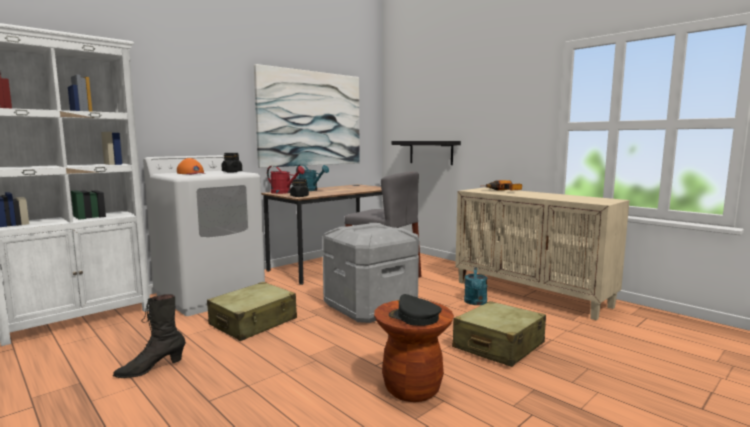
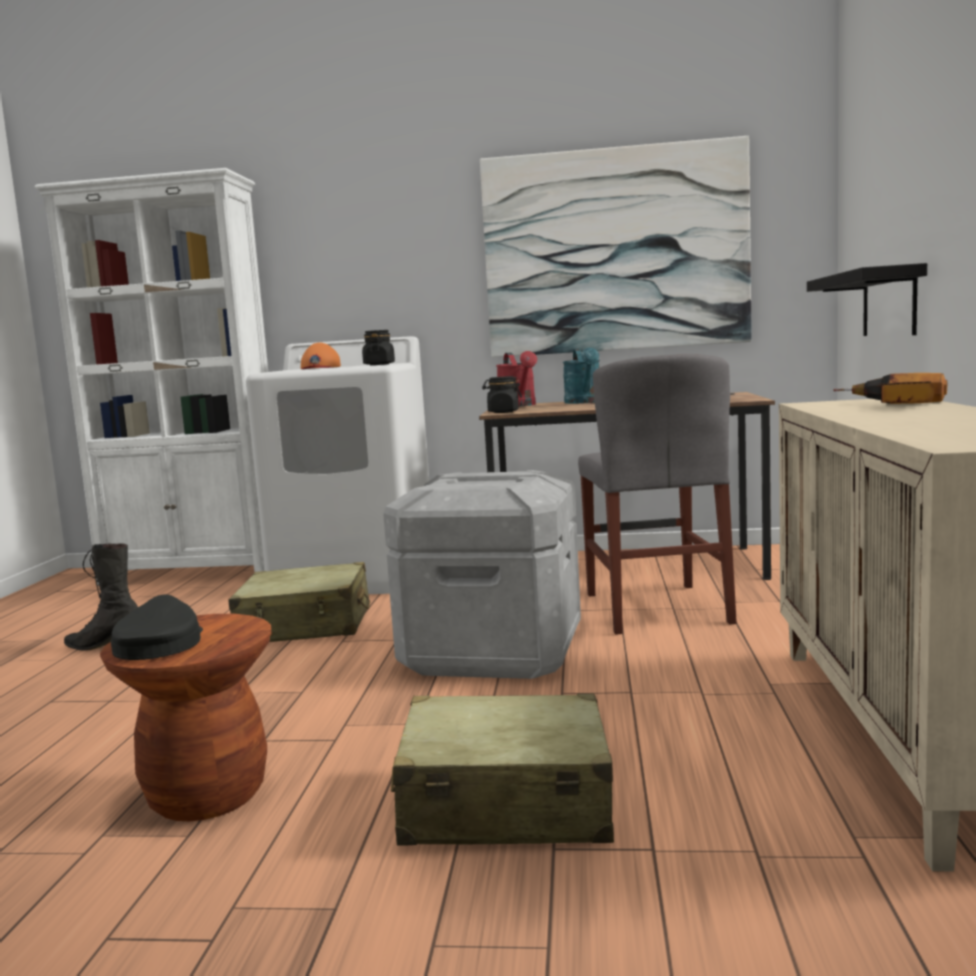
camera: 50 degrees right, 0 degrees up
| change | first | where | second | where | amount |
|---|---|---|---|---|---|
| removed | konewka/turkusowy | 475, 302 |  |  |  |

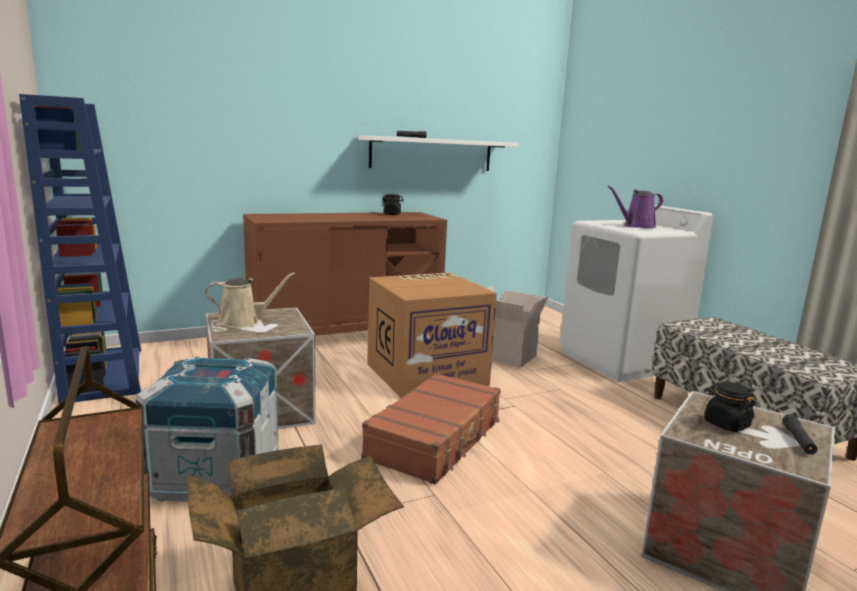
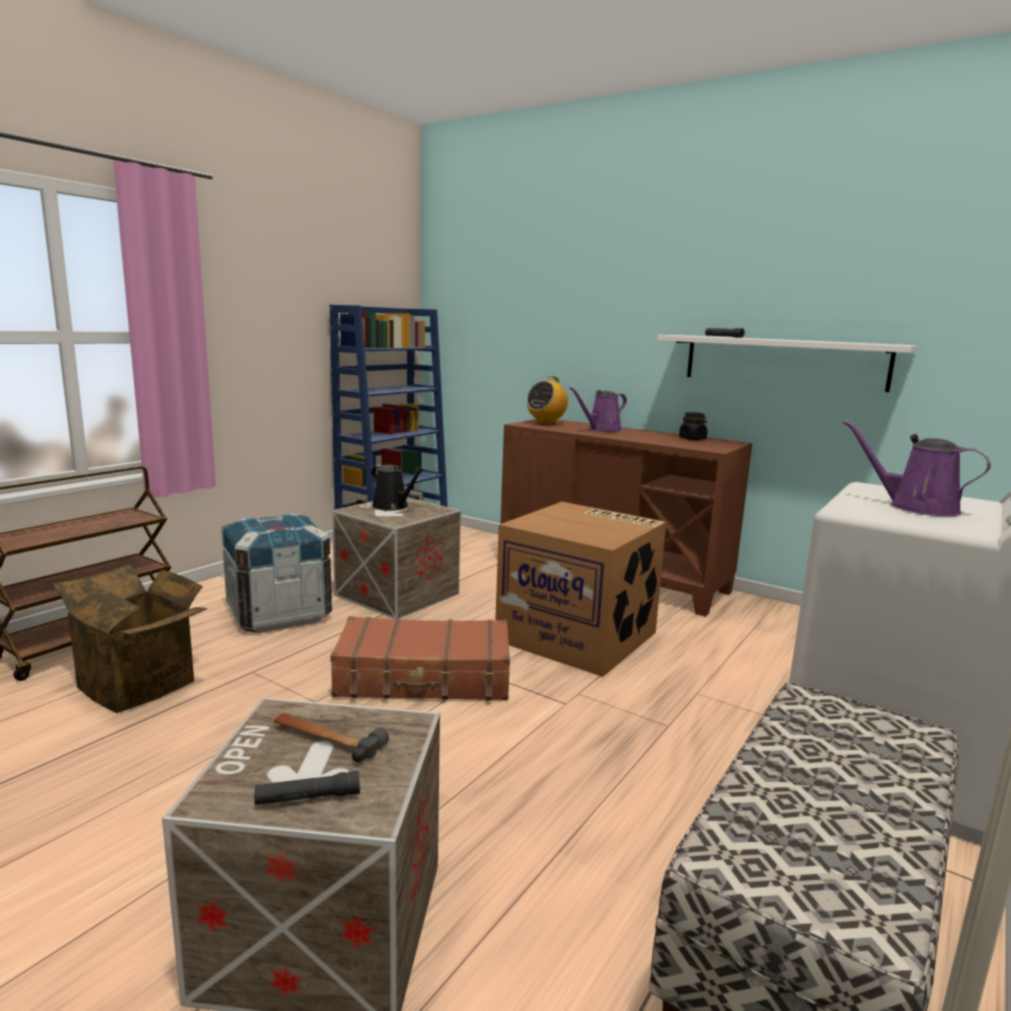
camera: 60 degrees right, 0 degrees up
| change | first | where | second | where | amount |
|---|---|---|---|---|---|
| recoloured | konewka/beżowy | 243, 322 | konewka/czarny | 392, 506 |  |
| removed | karton | 508, 356 |  |  |  |
| replaced | słoik/czarny | 726, 424 | młotek | 327, 739 |  |
| added |  |  | radio | 546, 423 |  |
| added |  |  | konewka/fioletowy | 601, 430 |  |

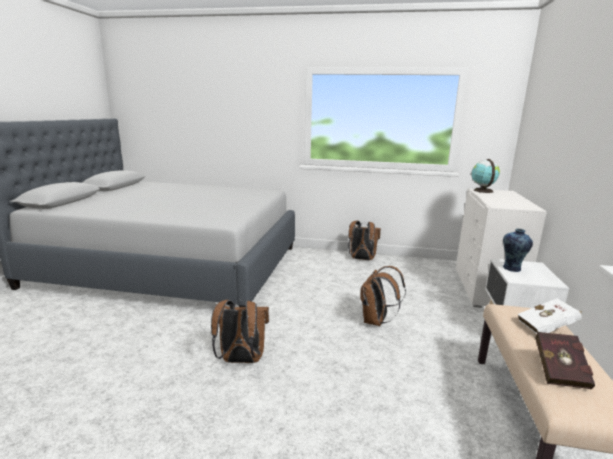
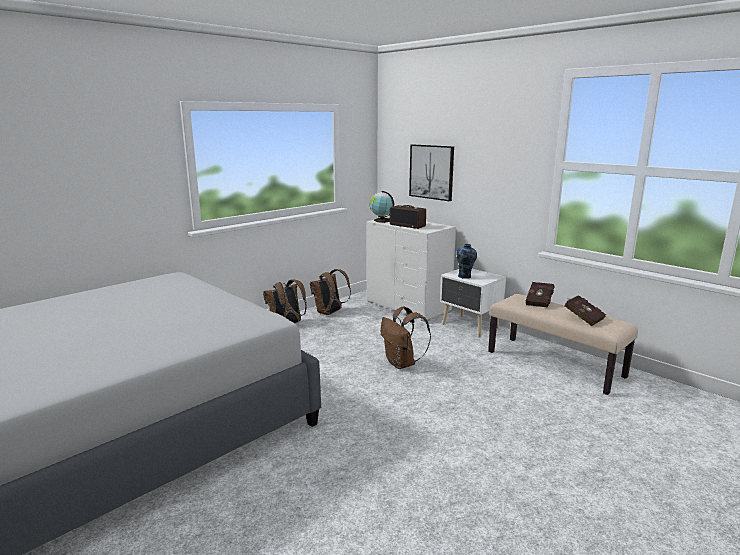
camera: 55 degrees left, 0 degrees up
| change | first | where | second | where | amount |
|---|---|---|---|---|---|
| recoloured | książka/biały | 548, 328 | książka/czerwony | 539, 302 |  |
| moved | plecak/brązowy | 240, 360 |  | 329, 313 |  |
| added |  |  | obraz | 431, 172 |  |
| added |  |  | radio | 408, 225 |  |

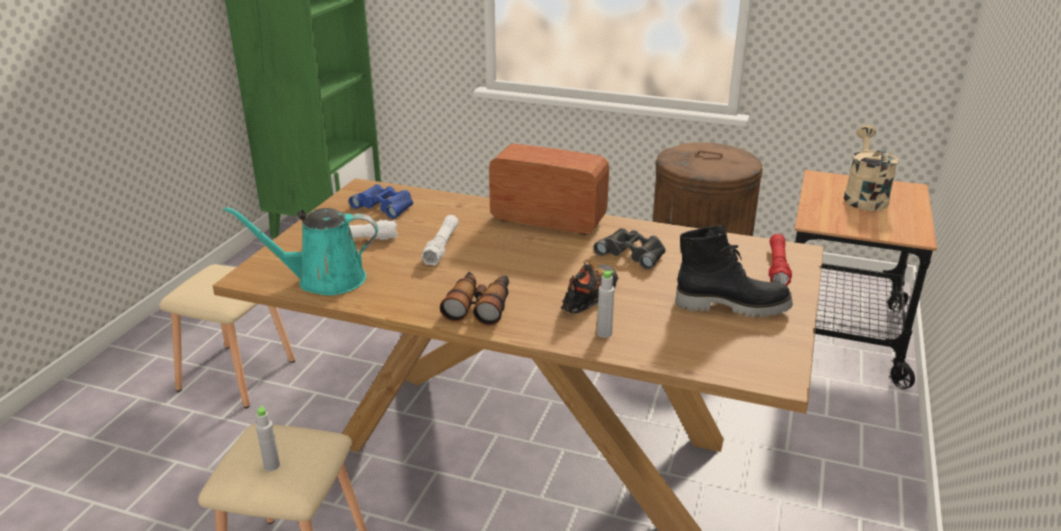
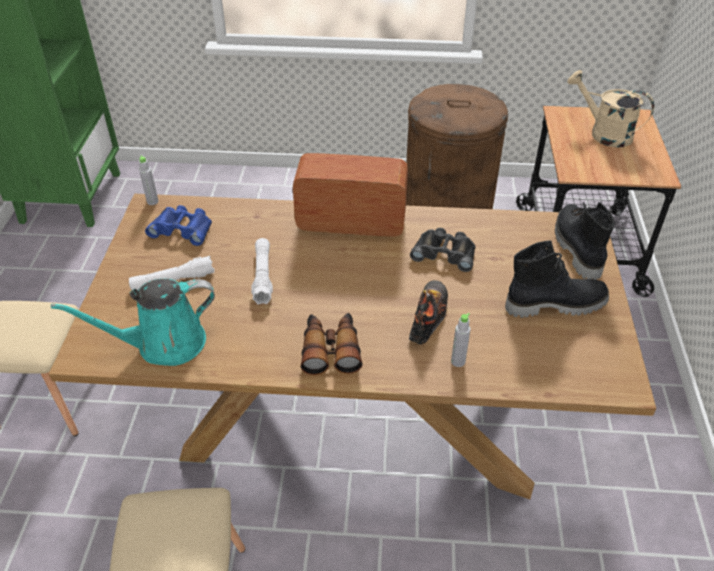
camera: 15 degrees left, 15 degrees up
| change | first | where | second | where | amount |
|---|---|---|---|---|---|
| turned | konewka/beżowy | 863, 197 |  | 603, 133 | 45 degrees counterclockwise |
| replaced | latarka/czerwony | 777, 267 | but z cholewką/czarny | 576, 248 |  |
| moved | butelka/szary | 272, 466 |  | 152, 201 |  |

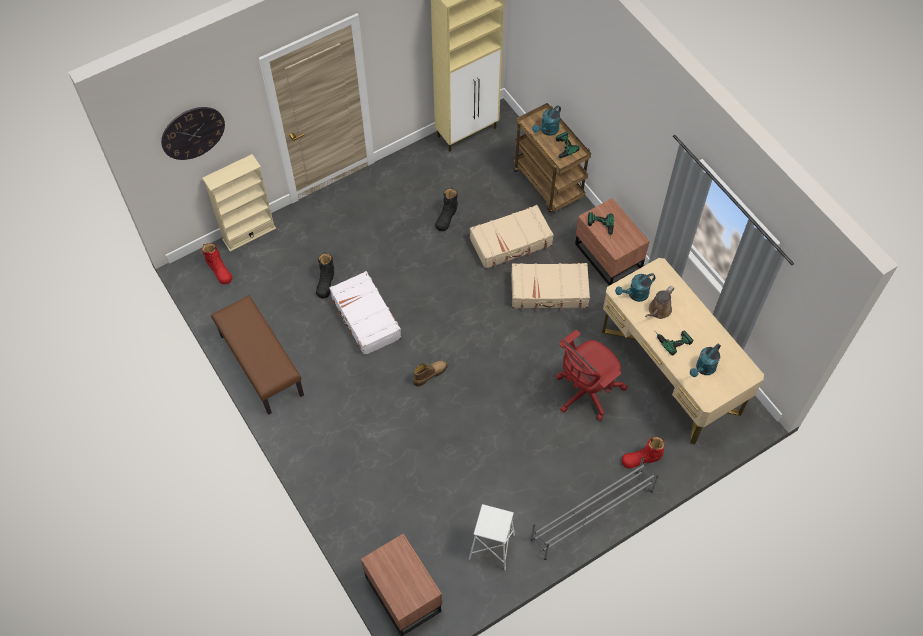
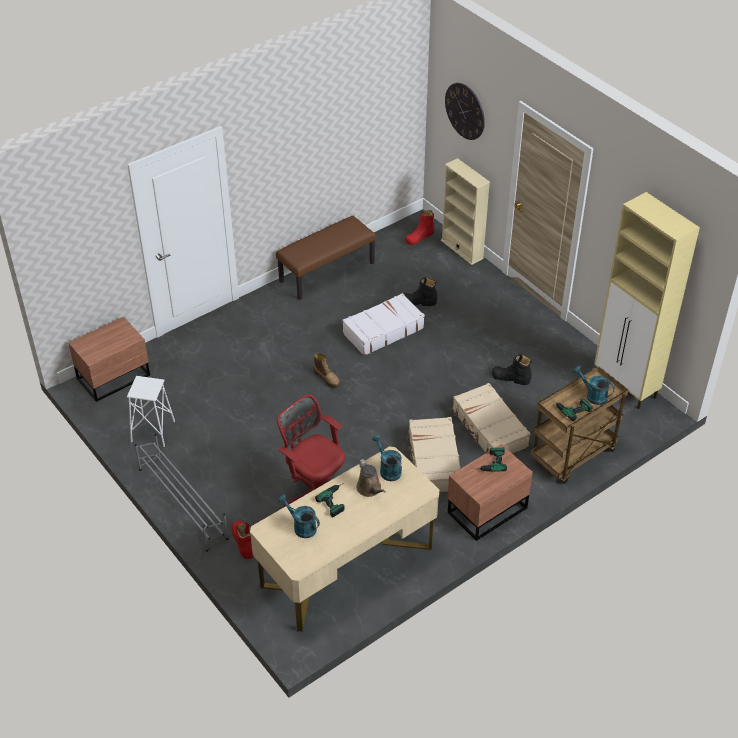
camera: 85 degrees right, 15 degrees down
| change | first | where | second | where | amount |
|---|---|---|---|---|---|
| turned | konewka/brązowy | 658, 311 |  | 370, 489 | 150 degrees counterclockwise |

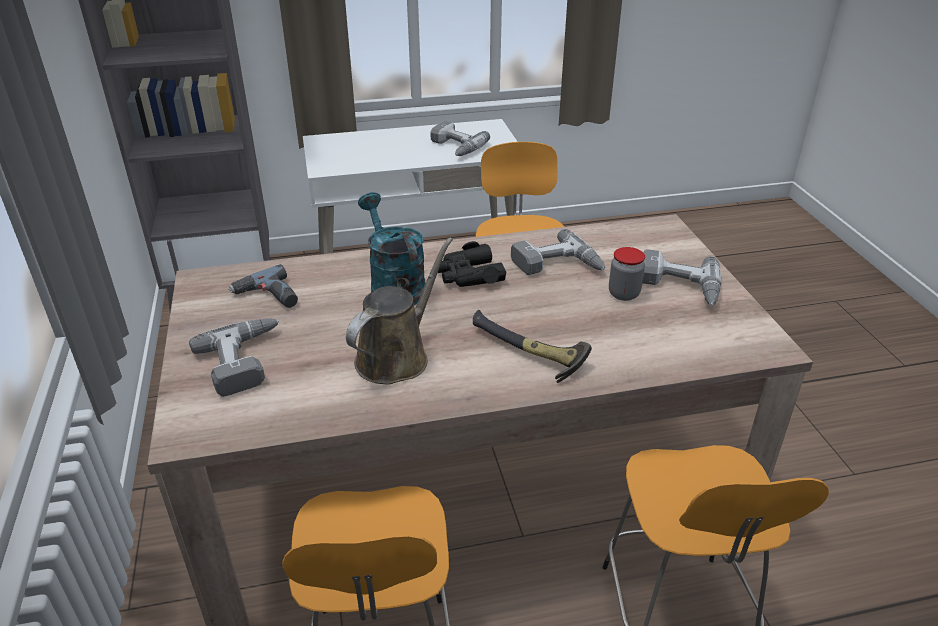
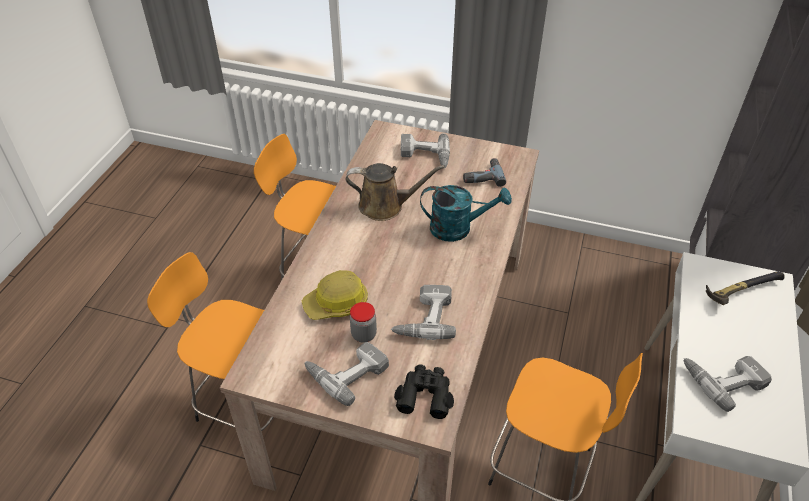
camera: 120 degrees right, 10 degrees up
| change | first | where | second | where | amount |
|---|---|---|---|---|---|
| turned | konewka/brązowy | 396, 356 |  | 385, 206 | 60 degrees counterclockwise |
| moved | lornetka/czarny | 469, 275 |  | 425, 394 |  |
| moved | młotek | 527, 354 |  | 739, 291 |  |
| added |  |  | kask | 337, 304 |  |

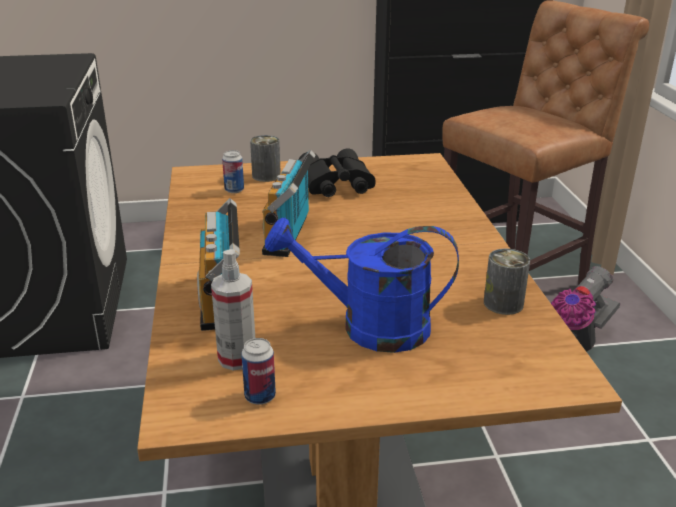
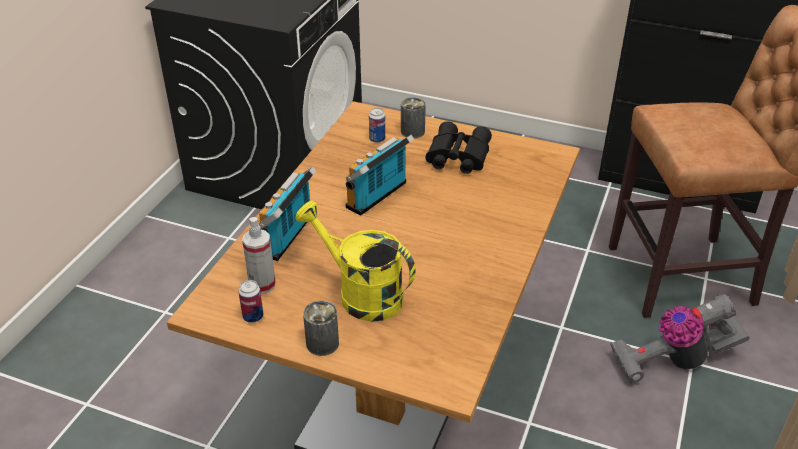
camera: 30 degrees right, 10 degrees up
| change | first | where | second | where | amount |
|---|---|---|---|---|---|
| recoloured | konewka/niebieski | 369, 327 | konewka/żółty | 361, 294 |  |
| moved | puszka | 503, 303 |  | 322, 343 |  |

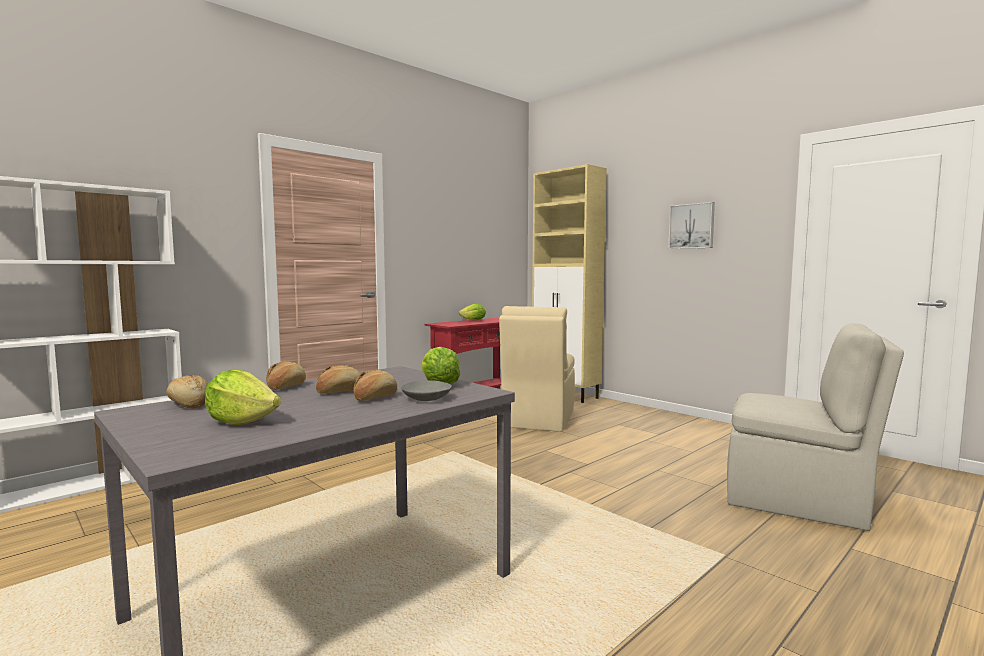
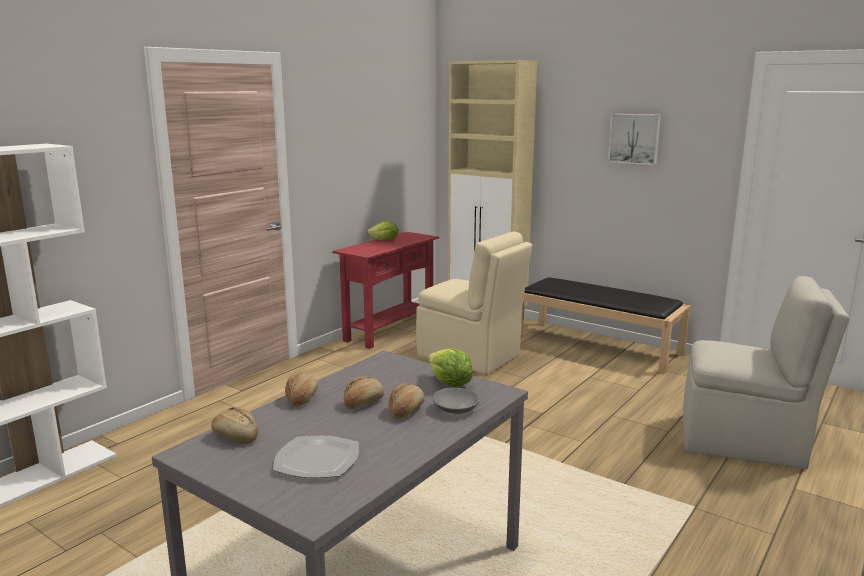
camera: 10 degrees left, 10 degrees up
| change | first | where | second | where | amount |
|---|---|---|---|---|---|
| turned | krzesło/beżowy | 538, 420 |  | 470, 356 | 60 degrees counterclockwise |
| replaced | sałata | 242, 421 | talerz | 316, 459 |  |
| added |  |  | ławka/czarny | 598, 345 |  |

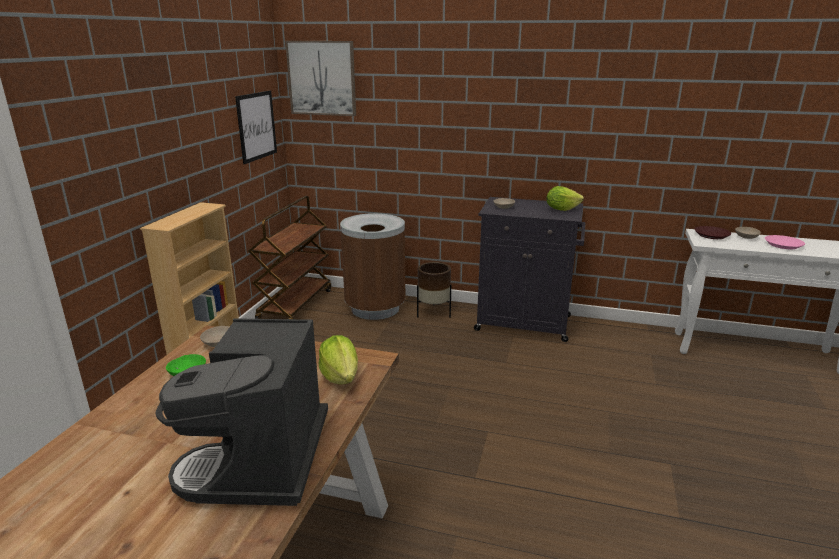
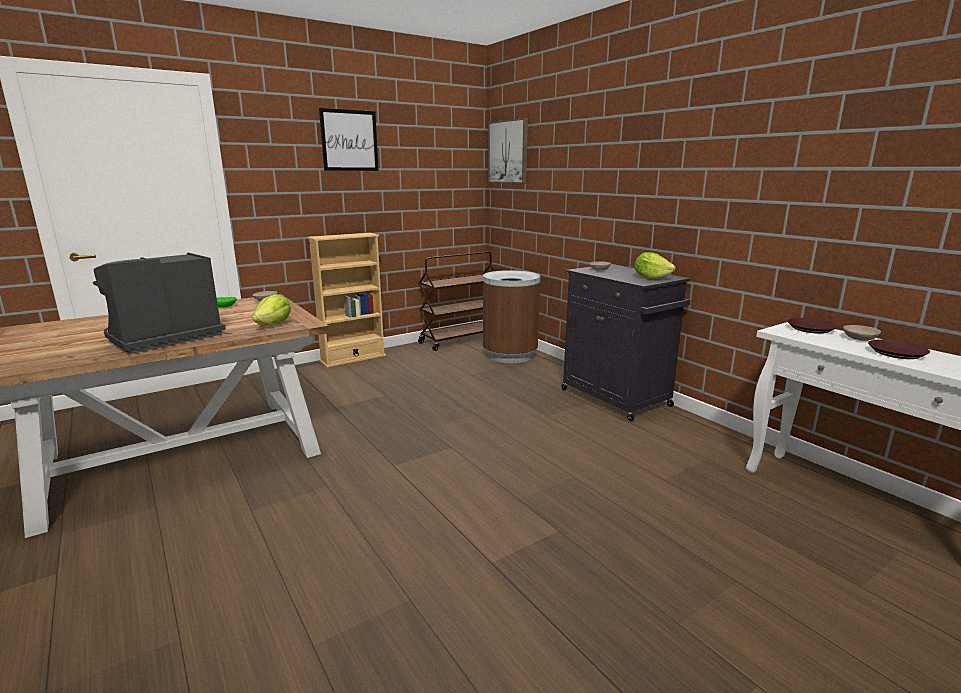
camera: 40 degrees right, 5 degrees down
| change | first | where | second | where | amount |
|---|---|---|---|---|---|
| moved | obraz | 256, 126 |  | 349, 140 |  |
| recoloured | talerz/różowy | 783, 245 | talerz/brązowy | 896, 353 |  |
| removed | donica/brązowy | 433, 313 |  |  |  |

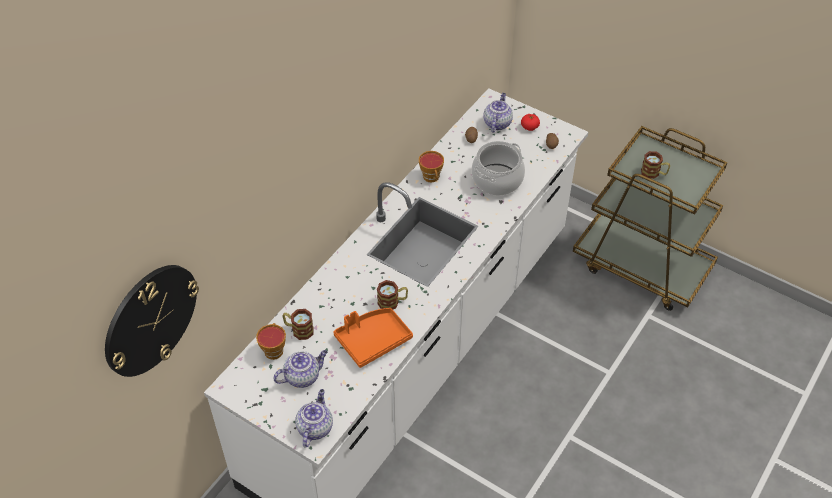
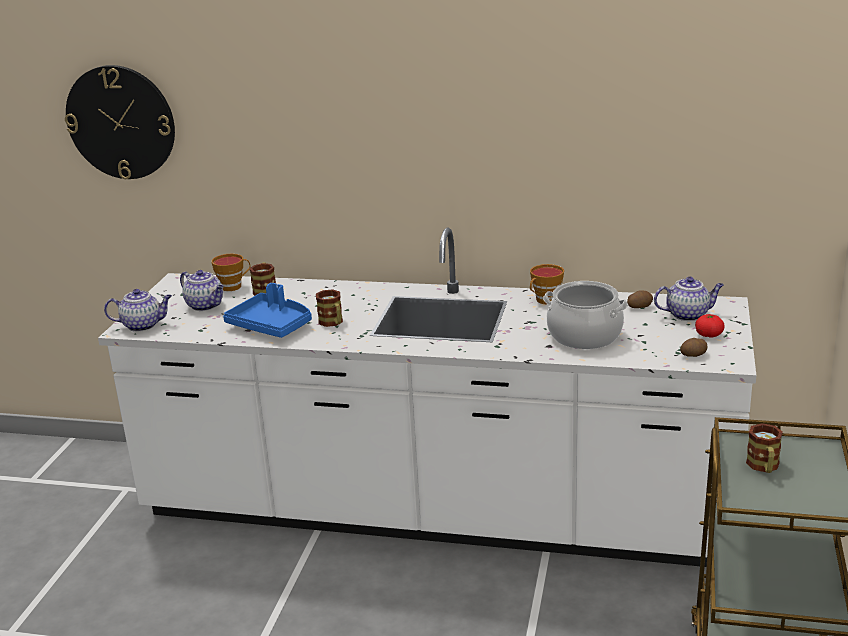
camera: 70 degrees right, 25 degrees down
| change | first | where | second | where | amount |
|---|---|---|---|---|---|
| recoloured | taca/pomarańczowy | 372, 340 | taca/niebieski | 271, 325 |  |

